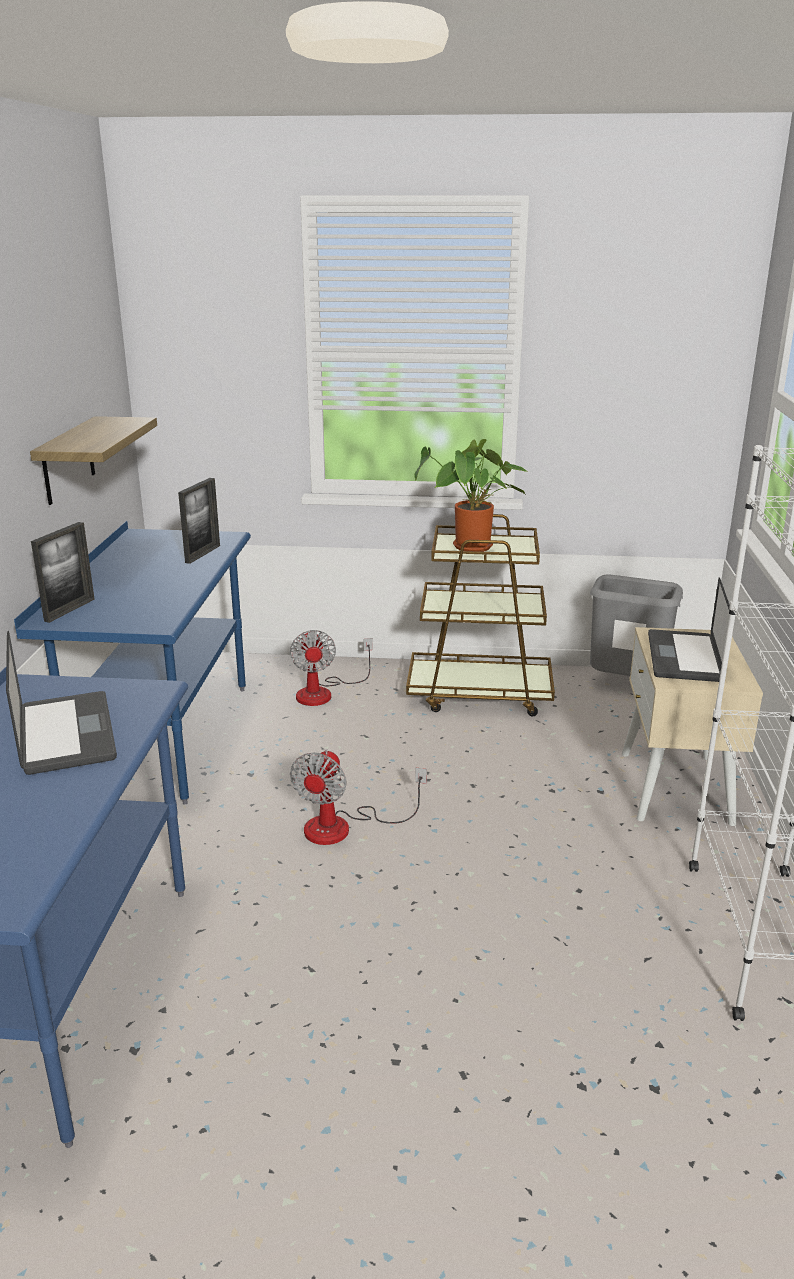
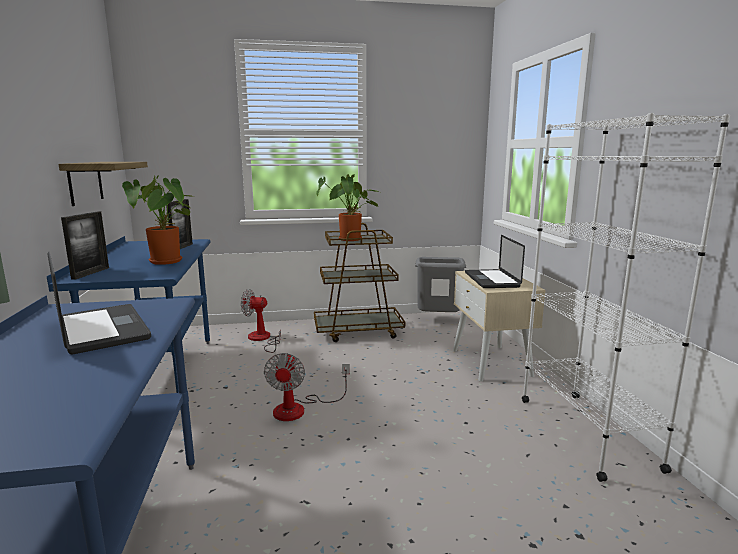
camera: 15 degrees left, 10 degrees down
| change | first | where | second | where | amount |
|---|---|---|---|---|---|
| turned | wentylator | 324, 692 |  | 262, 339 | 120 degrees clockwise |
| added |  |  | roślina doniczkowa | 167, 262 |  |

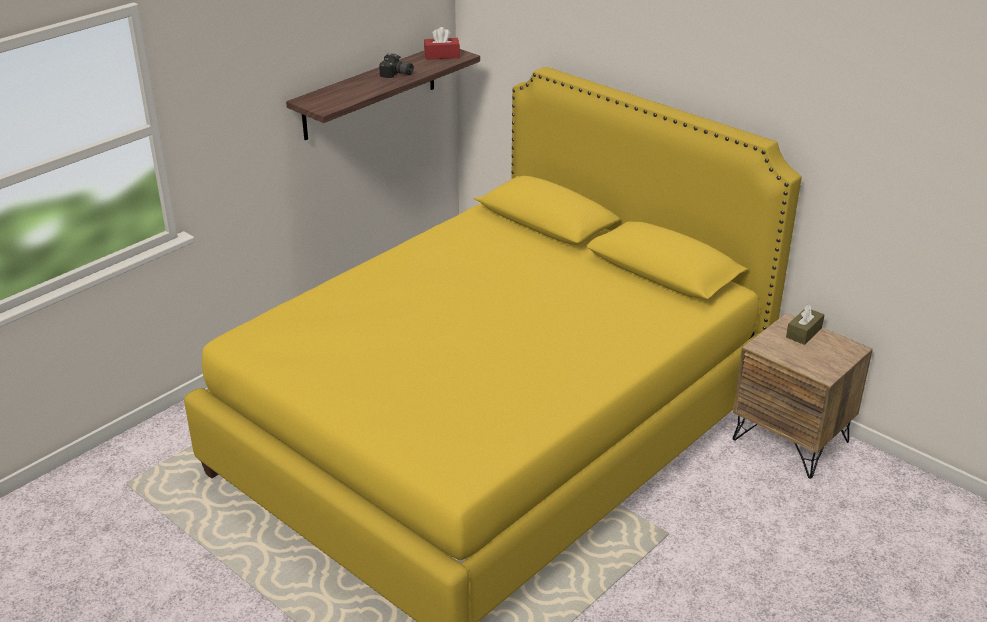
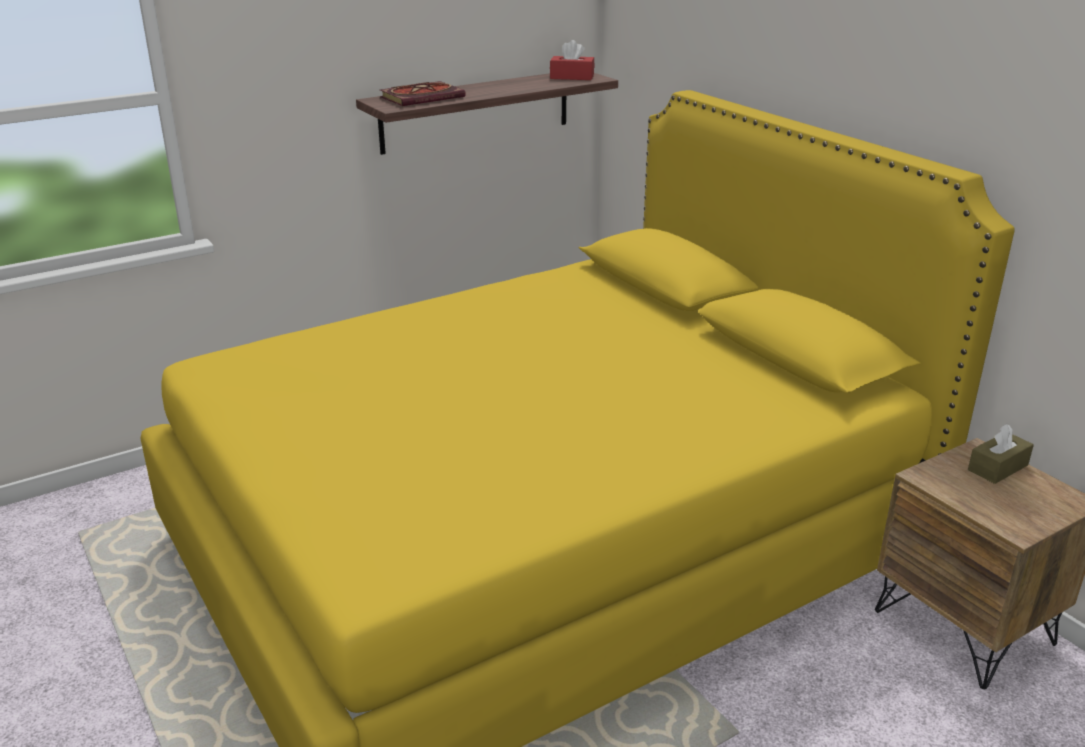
camera: 15 degrees right, 5 degrees down
| change | first | where | second | where | amount |
|---|---|---|---|---|---|
| removed | aparat fotograficzny | 396, 75 |  |  |  |
| added |  |  | książka | 423, 97 |  |

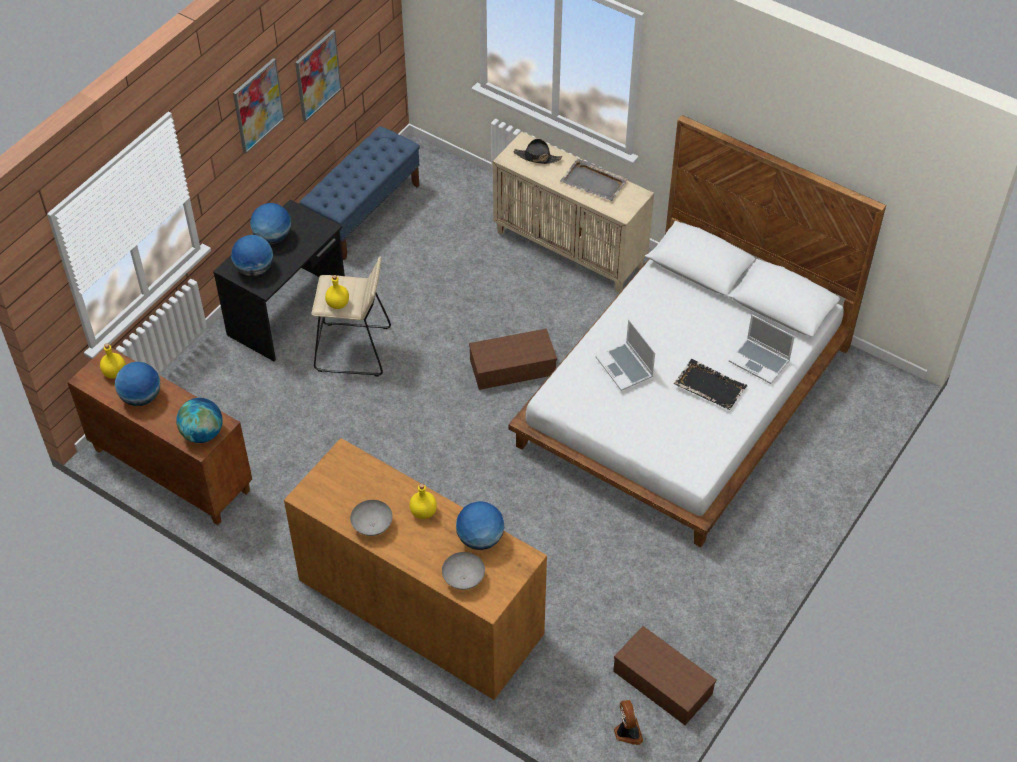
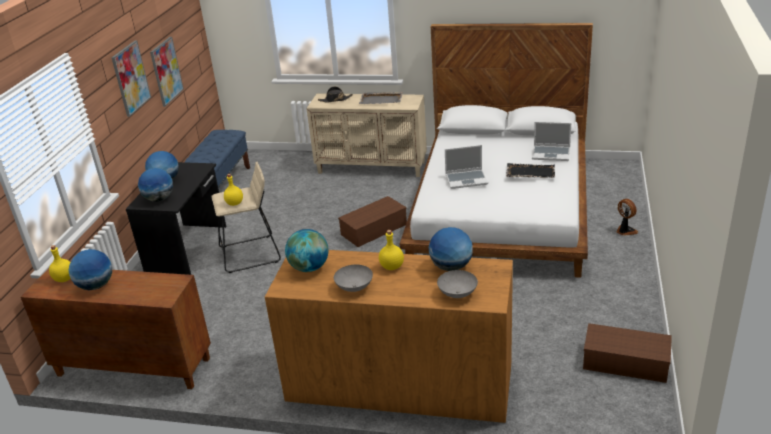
camera: 20 degrees left, 20 degrees down
| change | first | where | second | where | amount |
|---|---|---|---|---|---|
| turned | laptop | 625, 368 |  | 466, 179 | 45 degrees counterclockwise |
| moved | globus | 203, 434 |  | 309, 268 |  |
| moved | wentylator | 627, 732 |  | 625, 231 |  |

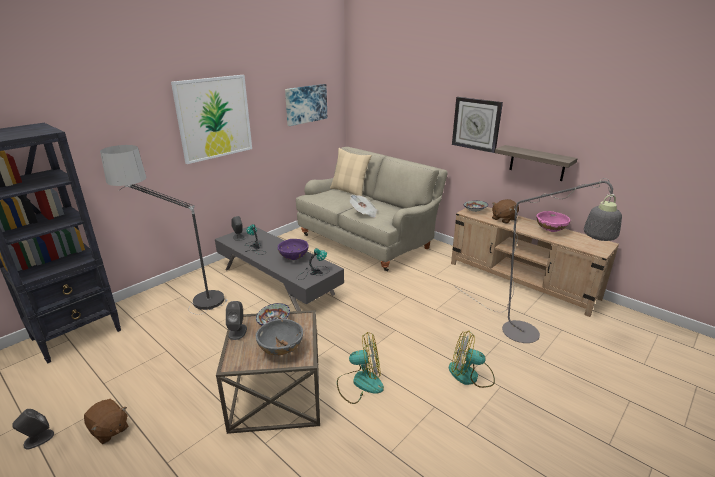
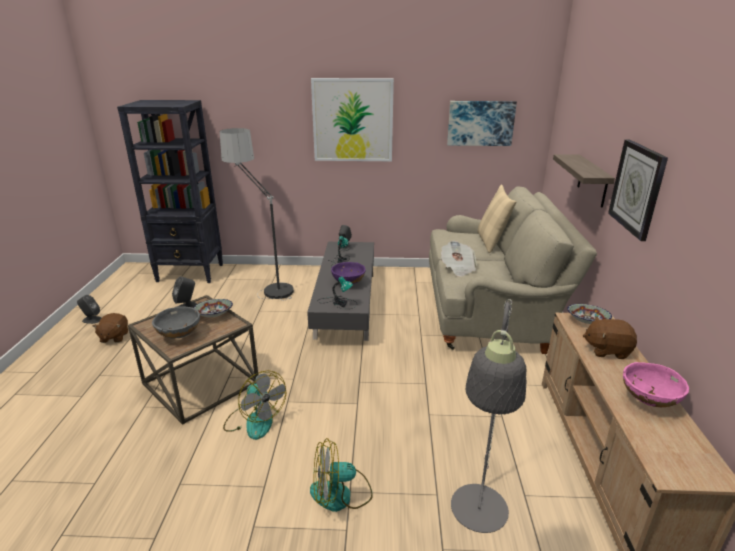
camera: 50 degrees right, 0 degrees up
| change | first | where | second | where | amount |
|---|---|---|---|---|---|
| moved | półka | 537, 163 |  | 592, 181 |  |
| turned | wentylator | 470, 375 |  | 340, 494 | 75 degrees counterclockwise |

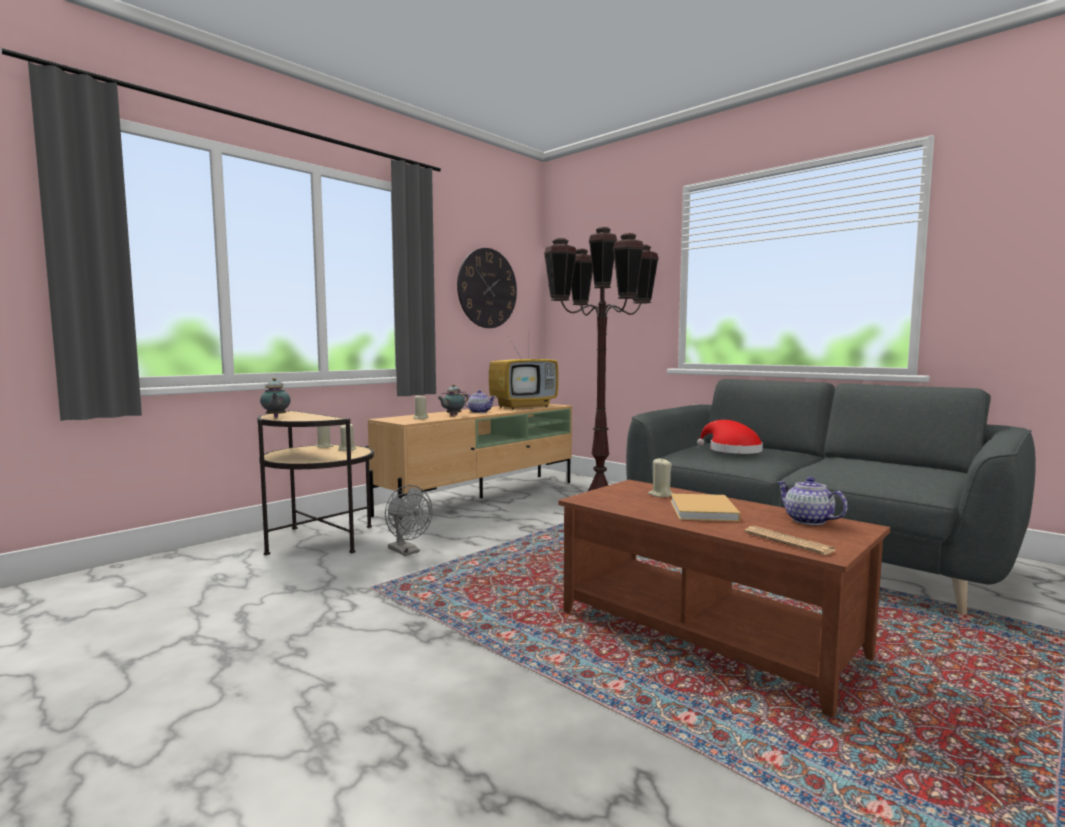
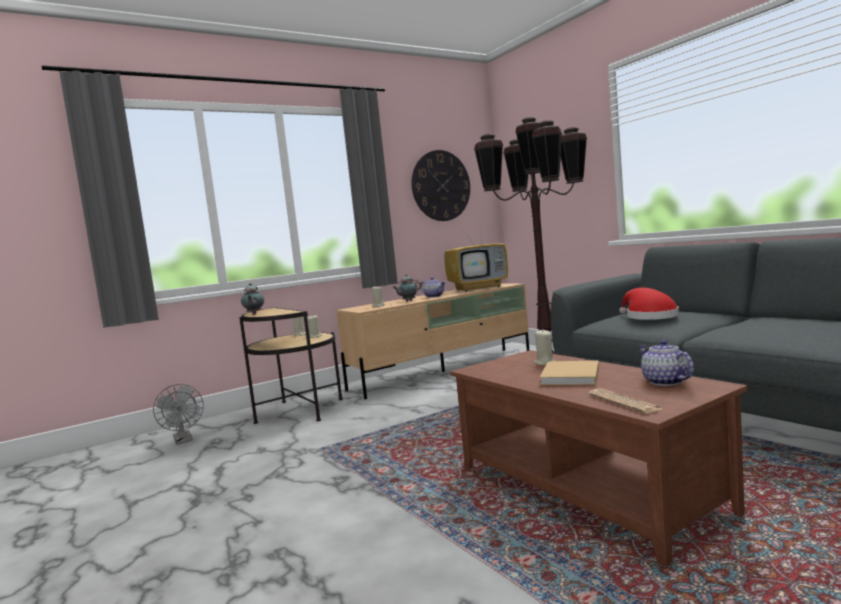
camera: 15 degrees right, 0 degrees up
| change | first | where | second | where | amount |
|---|---|---|---|---|---|
| moved | wentylator/szary | 407, 552 |  | 184, 440 |  |

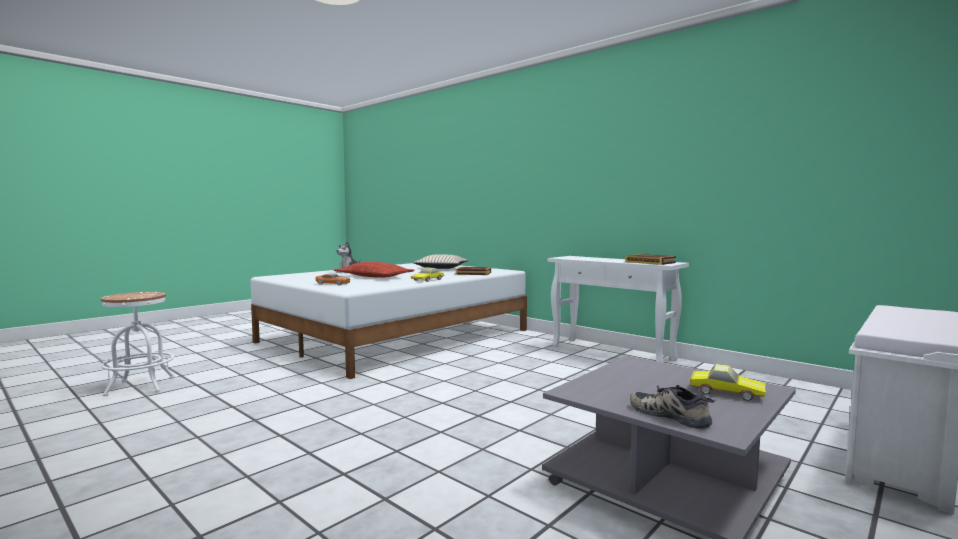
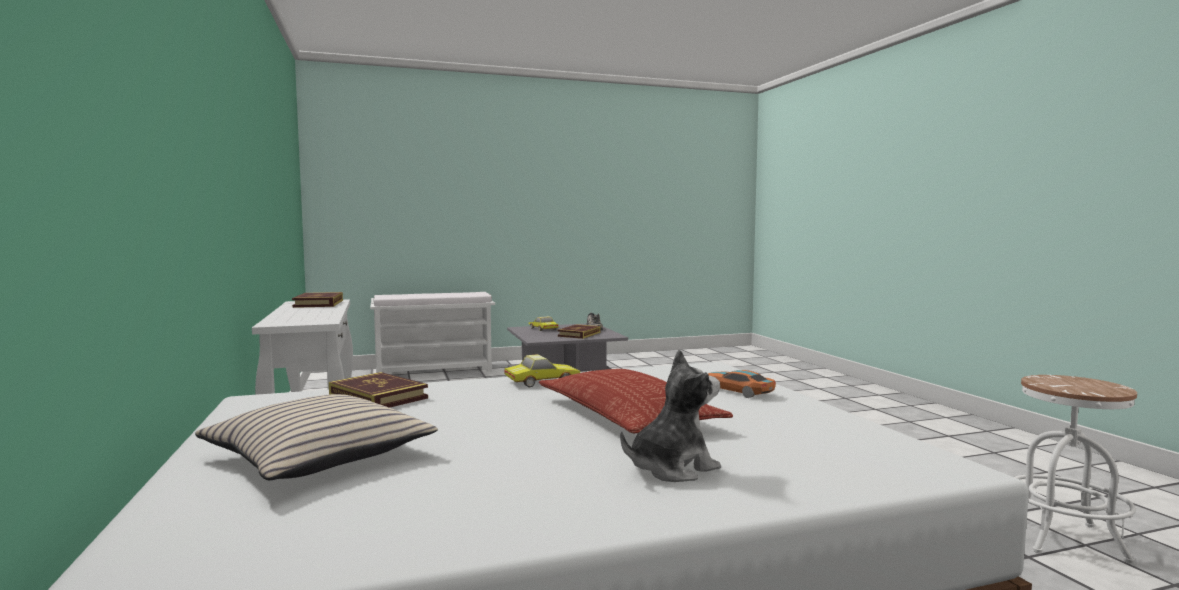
camera: 150 degrees left, 0 degrees up
| change | first | where | second | where | amount |
|---|---|---|---|---|---|
| added |  |  | książka | 579, 334 |  |

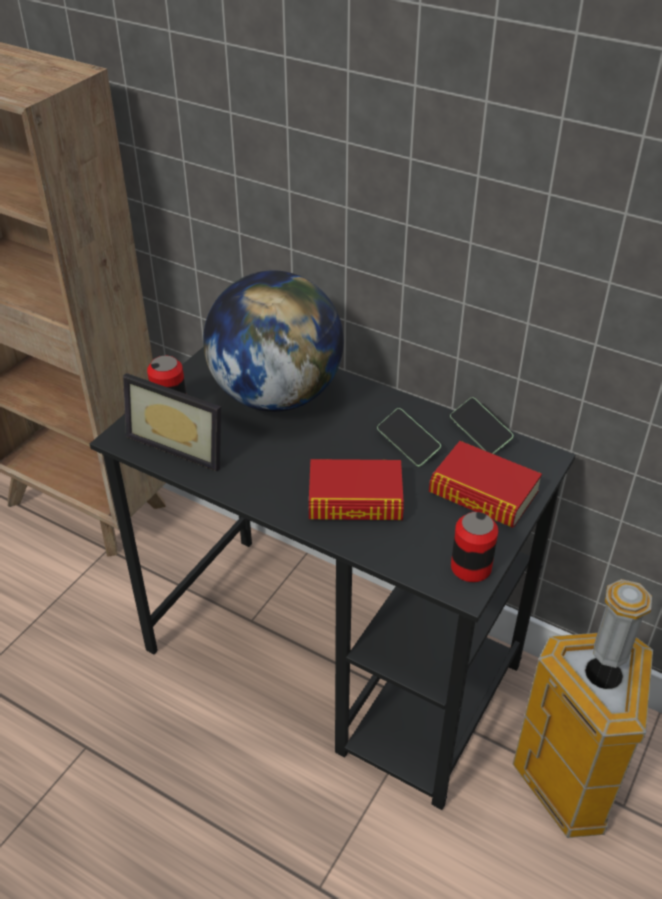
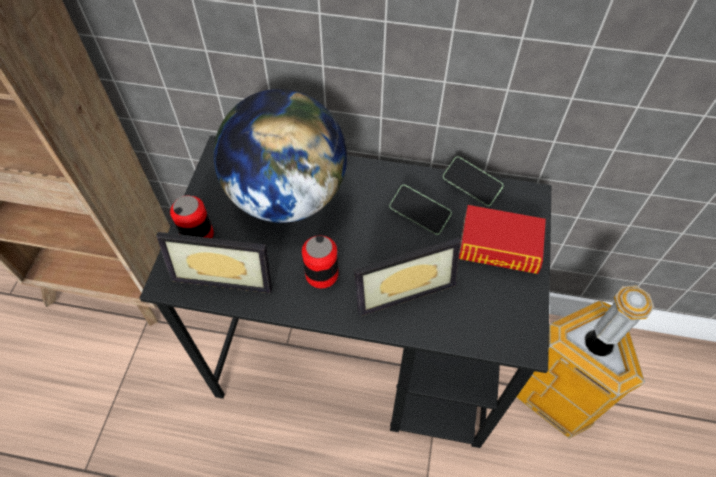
camera: 20 degrees left, 15 degrees up
| change | first | where | second | where | amount |
|---|---|---|---|---|---|
| replaced | książka | 355, 499 | ramka na zdjęcie | 401, 284 |  |
| moved | puszka | 471, 567 |  | 321, 274 |  |

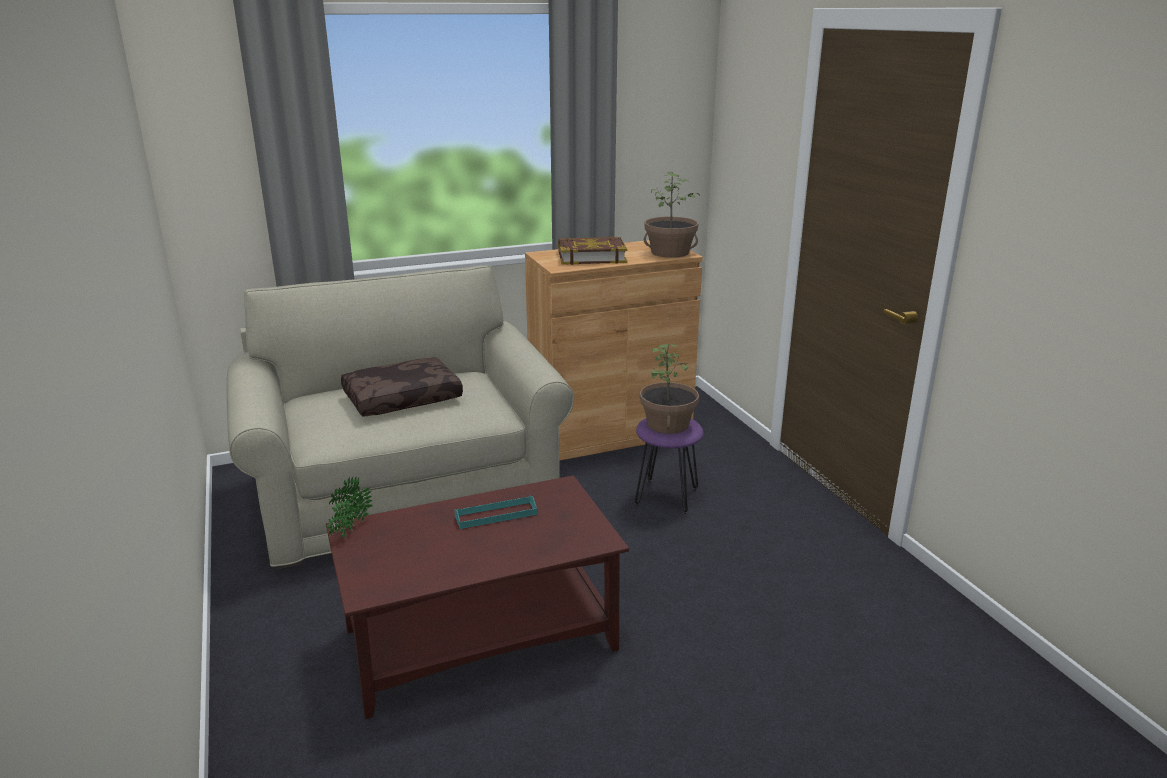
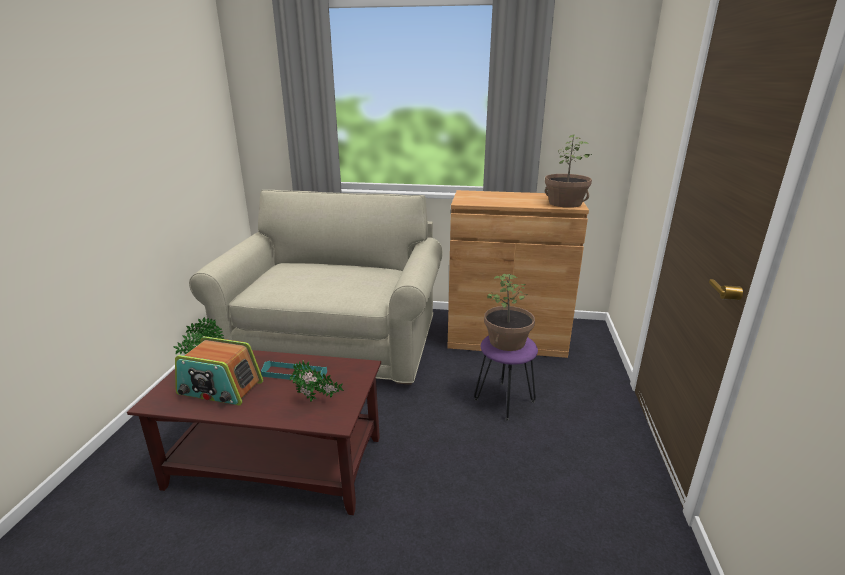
camera: 30 degrees right, 0 degrees up
| change | first | where | second | where | amount |
|---|---|---|---|---|---|
| removed | książka | 591, 256 |  |  |  |
| removed | poduszka/brązowy | 403, 398 |  |  |  |
| added |  |  | radio | 220, 389 |  |
| added |  |  | roślina doniczkowa | 317, 400 |  |

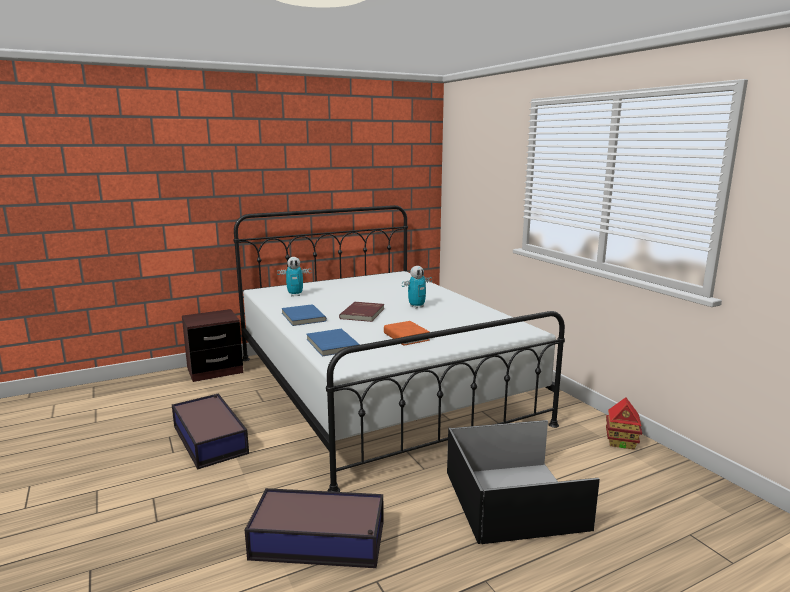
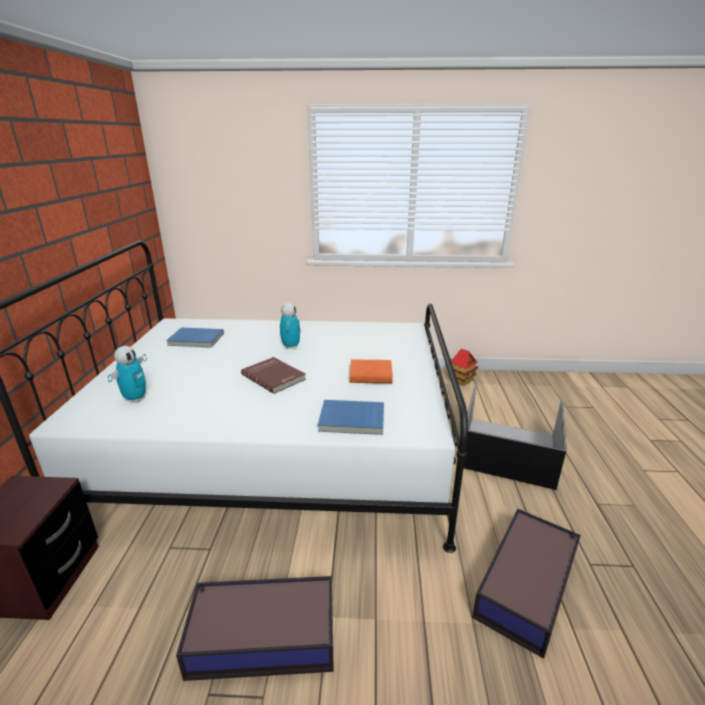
camera: 60 degrees left, 10 degrees up
| change | first | where | second | where | amount |
|---|---|---|---|---|---|
| moved | książka/niebieski | 302, 317 |  | 196, 340 |  |

